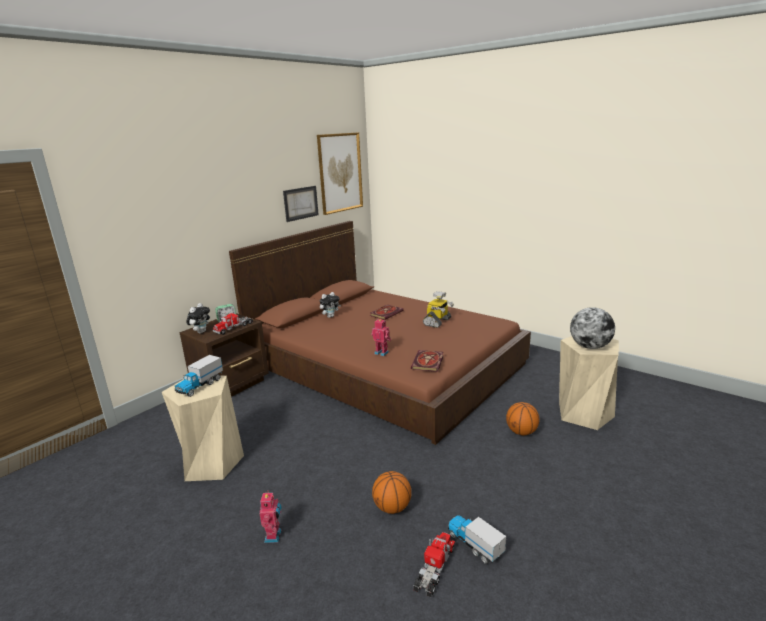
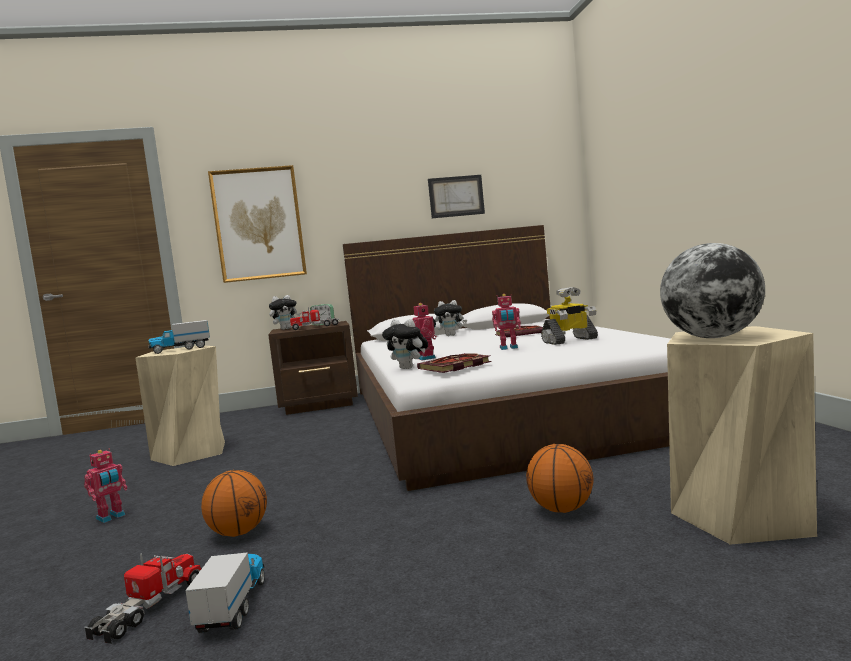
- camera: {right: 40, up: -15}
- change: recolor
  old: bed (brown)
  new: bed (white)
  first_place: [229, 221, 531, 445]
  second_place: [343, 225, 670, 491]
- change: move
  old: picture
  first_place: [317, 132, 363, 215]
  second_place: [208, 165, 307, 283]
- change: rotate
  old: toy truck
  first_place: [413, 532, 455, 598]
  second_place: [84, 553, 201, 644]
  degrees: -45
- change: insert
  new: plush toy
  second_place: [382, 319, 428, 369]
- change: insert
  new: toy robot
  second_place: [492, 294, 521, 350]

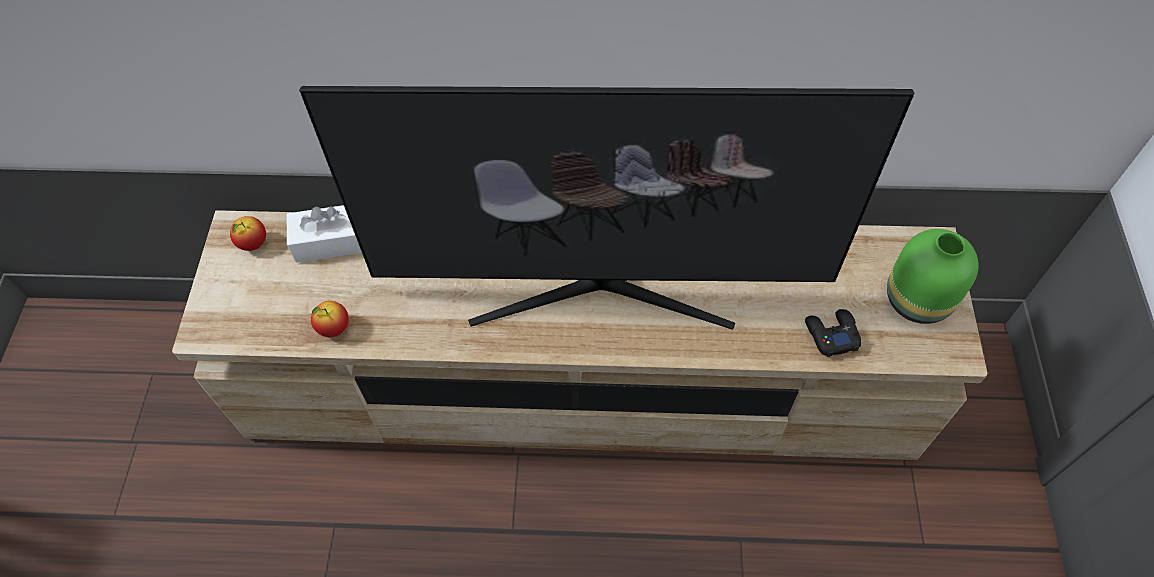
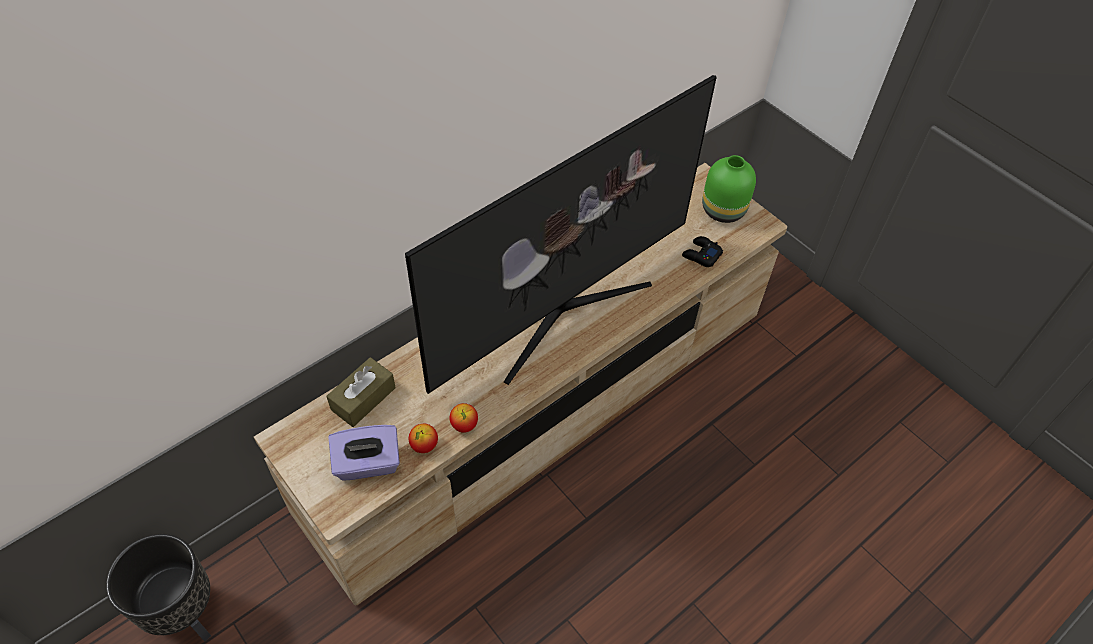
- camera: {right: -45, up: -5}
- change: move
  old: apple
  first_place: [230, 216, 266, 251]
  second_place: [449, 403, 478, 433]
- change: recolor
  old: tissue box (white)
  new: tissue box (brown)
  first_place: [287, 205, 362, 263]
  second_place: [326, 357, 396, 427]
- change: insert
  new: planter (black)
  second_place: [106, 534, 211, 642]
- change: insert
  new: tissue box (purple)
  second_place: [328, 425, 400, 481]

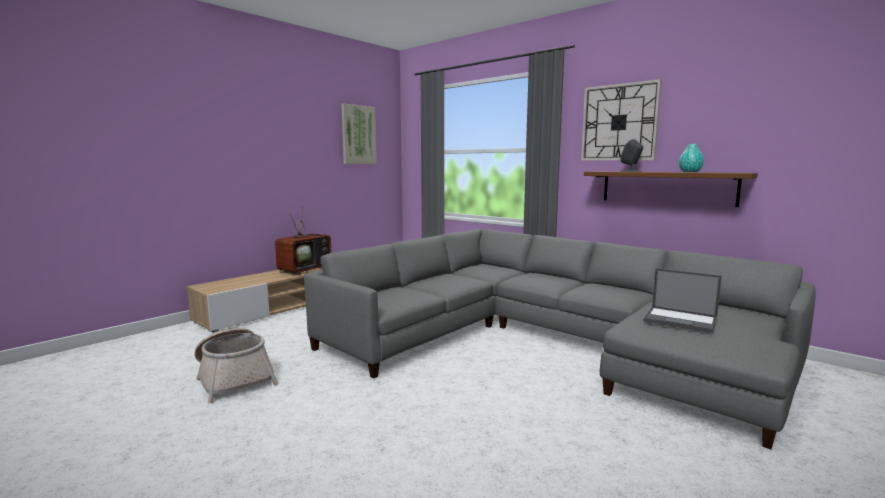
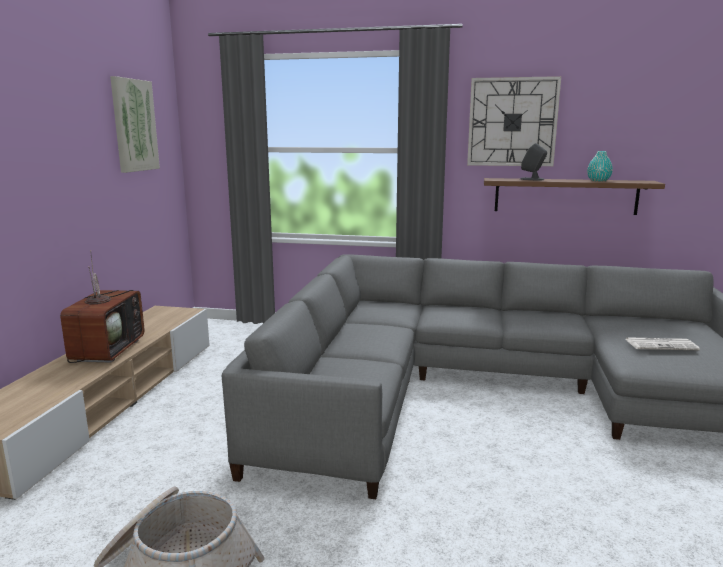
- camera: {right: -30, up: 5}
- change: replace
  old: laptop
  new: newspaper
  first_place: [644, 268, 722, 333]
  second_place: [626, 337, 700, 350]

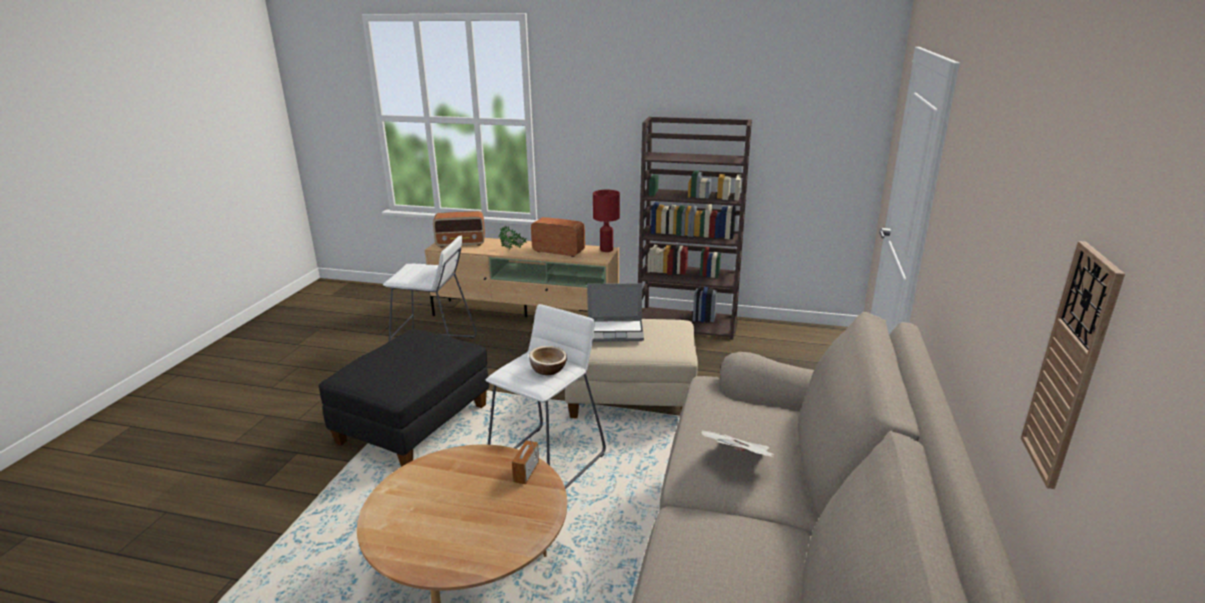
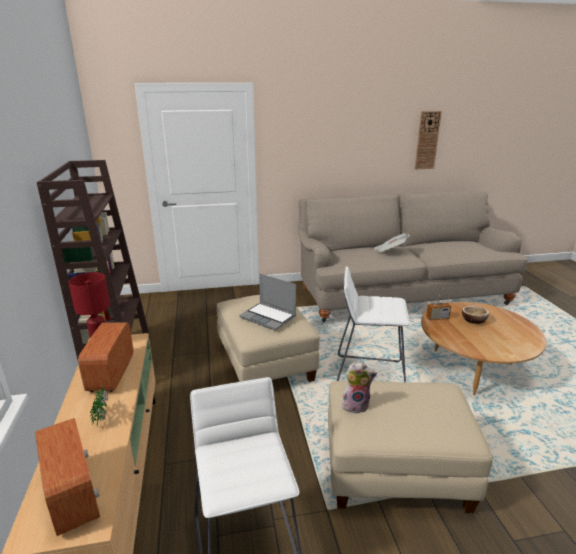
- camera: {right: -115, up: 0}
- change: recolor
  old: ottoman (black)
  new: ottoman (beige)
  first_place: [319, 329, 489, 467]
  second_place: [328, 381, 493, 513]
- change: move
  old: bowl
  first_place: [529, 346, 567, 375]
  second_place: [462, 306, 489, 324]
- change: rotate
  old: laptop
  first_place: [587, 283, 644, 342]
  second_place: [239, 273, 296, 331]
  degrees: 150
- change: insert
  new: plush toy
  second_place: [342, 362, 377, 414]

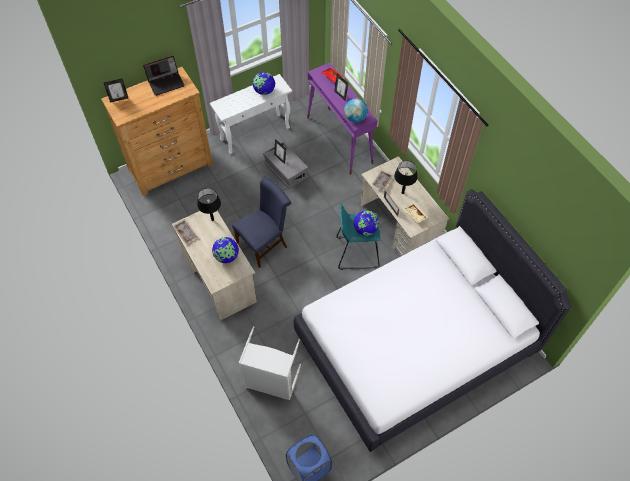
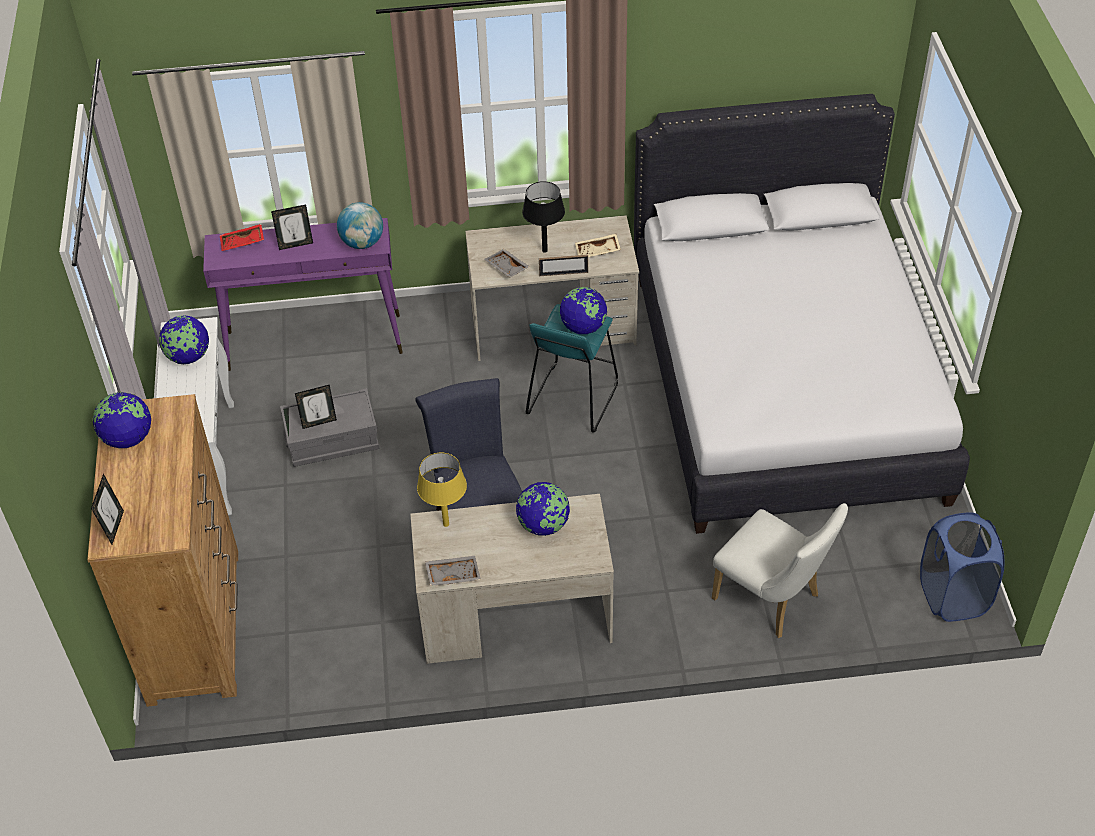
- camera: {right: -65, up: -10}
- change: replace
  old: laptop
  new: globe
  first_place: [143, 56, 185, 96]
  second_place: [93, 392, 151, 449]
- change: recolor
  old: table lamp (black)
  new: table lamp (yellow)
  first_place: [197, 188, 221, 221]
  second_place: [417, 452, 467, 527]
- change: replace
  old: laundry basket (grey)
  new: chair (white)
  first_place: [239, 326, 301, 400]
  second_place: [712, 503, 848, 638]

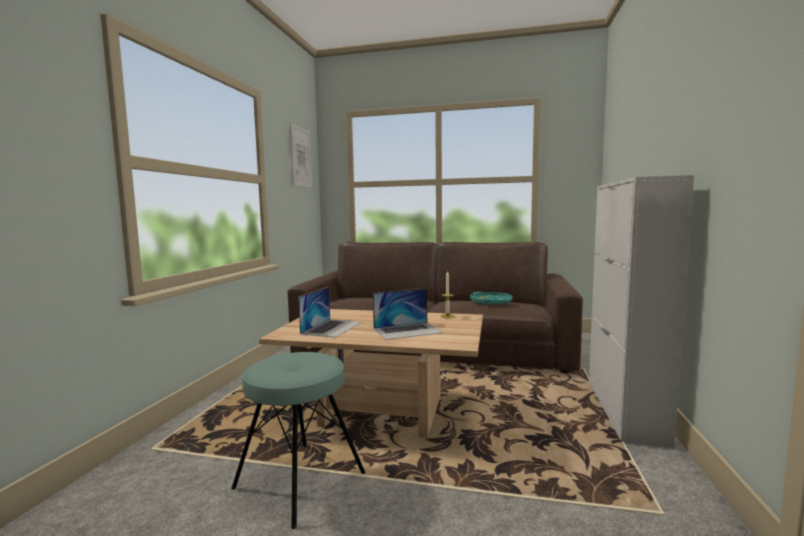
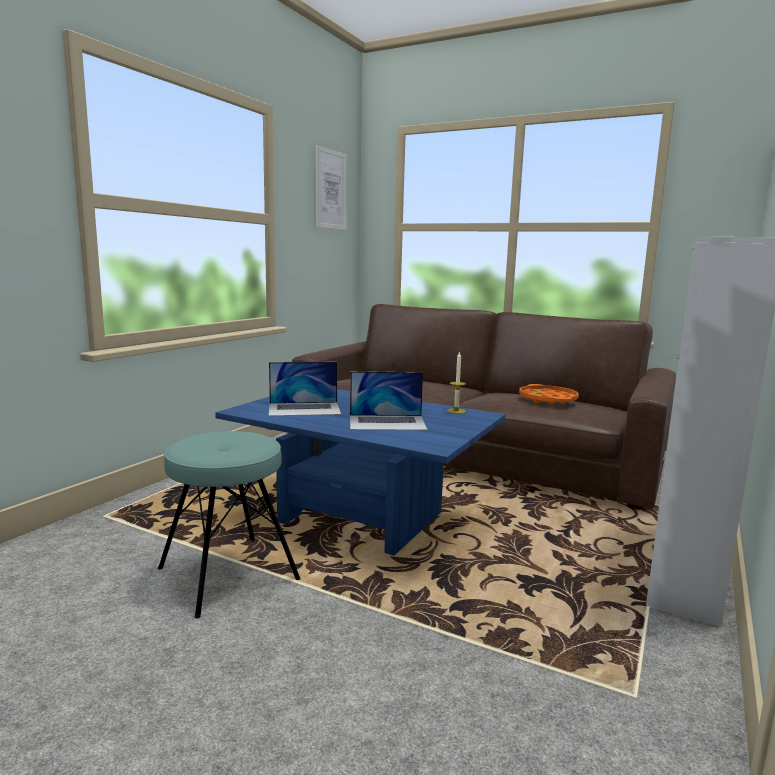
- camera: {right: 15, up: 5}
- change: recolor
  old: coffee table (beige)
  new: coffee table (blue)
  first_place: [259, 309, 483, 438]
  second_place: [215, 389, 506, 556]
- change: rotate
  old: laptop
  first_place: [298, 287, 362, 338]
  second_place: [269, 362, 341, 416]
  degrees: 45
- change: recolor
  old: tray (turquoise)
  new: tray (orange)
  first_place: [470, 292, 513, 305]
  second_place: [519, 384, 579, 404]

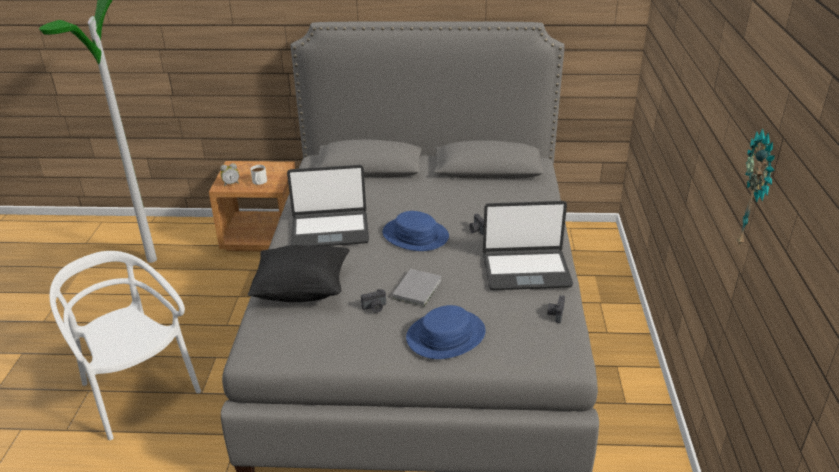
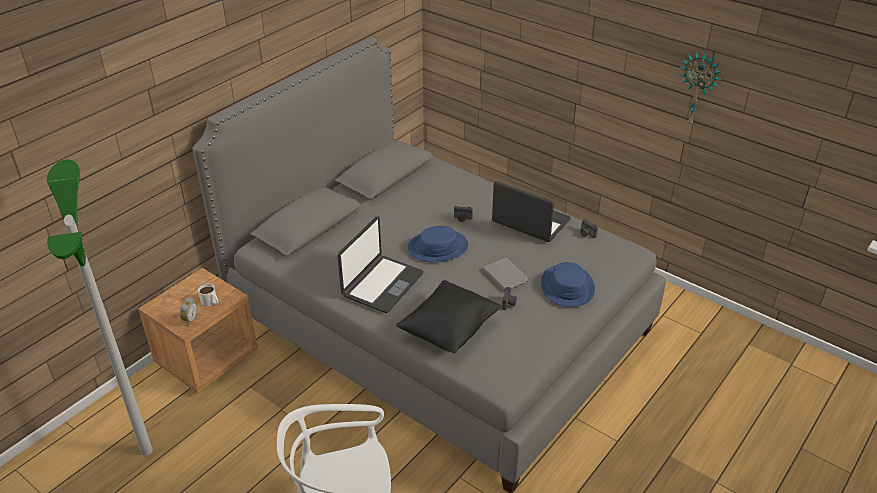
- camera: {right: -55, up: 5}
- change: rotate
  old: laptop
  first_place: [483, 201, 573, 290]
  second_place: [492, 181, 571, 242]
  degrees: -90

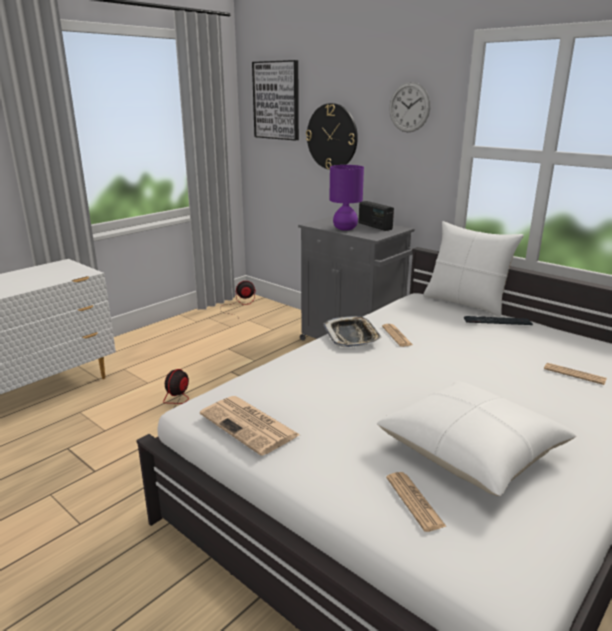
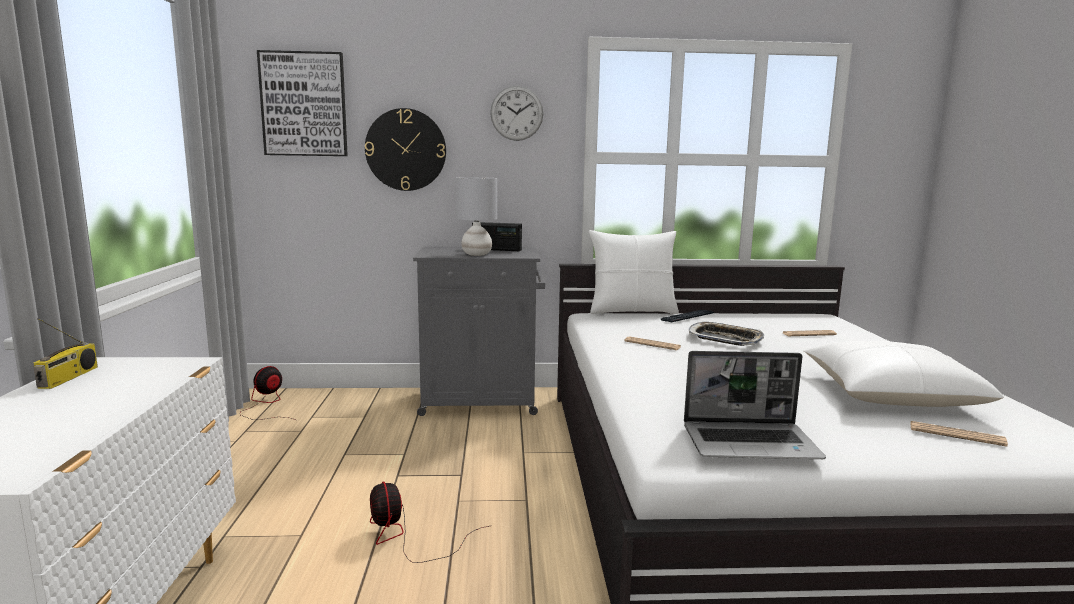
- camera: {right: -45, up: -10}
- change: replace
  old: newspaper
  new: laptop
  first_place: [200, 396, 300, 456]
  second_place: [684, 351, 826, 459]
- change: move
  old: tray
  first_place: [323, 316, 382, 347]
  second_place: [689, 322, 764, 346]
- change: recolor
  old: table lamp (purple)
  new: table lamp (grey)
  first_place: [329, 165, 364, 231]
  second_place: [456, 177, 497, 256]
- change: insert
  new: radio
  second_place: [34, 318, 98, 389]

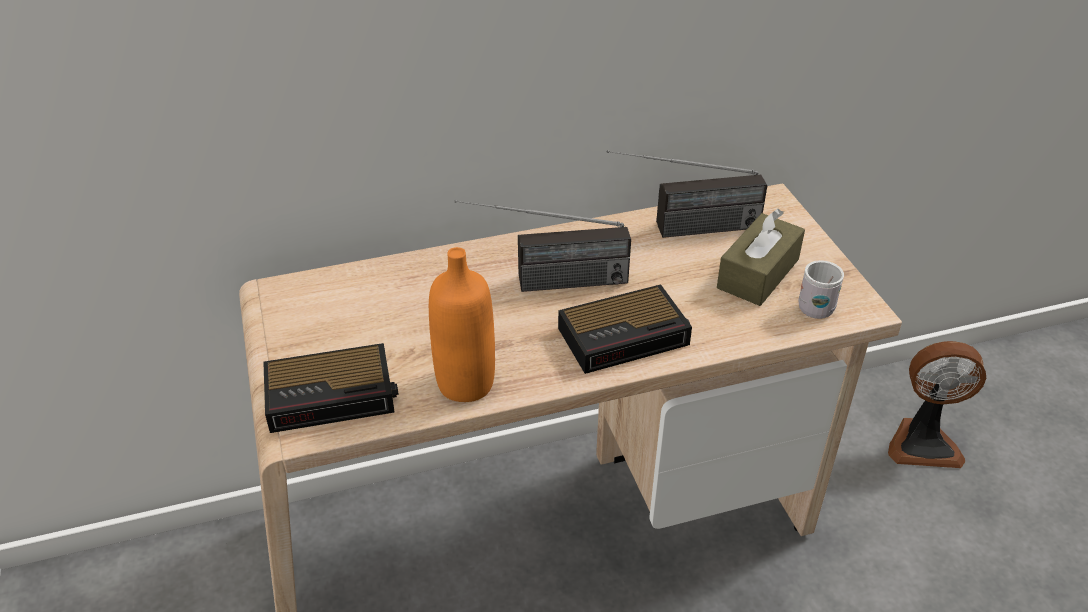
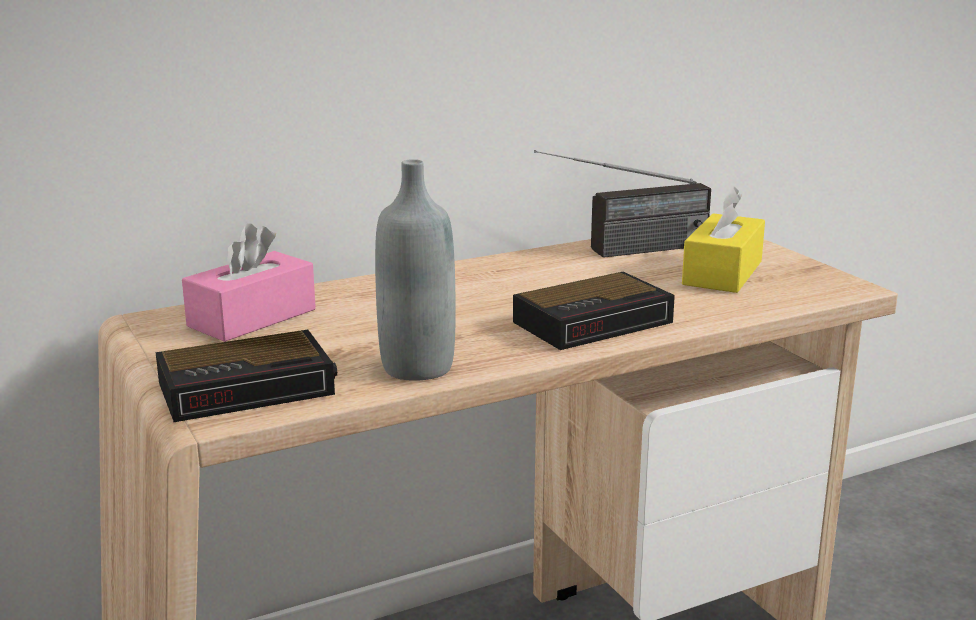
- camera: {right: -10, up: -20}
- change: recolor
  old: bottle (orange)
  new: bottle (grey)
  first_place: [429, 247, 495, 402]
  second_place: [375, 159, 456, 381]
- change: delete
  old: radio
  first_place: [455, 200, 631, 292]
- change: recolor
  old: tissue box (brown)
  new: tissue box (yellow)
  first_place: [717, 209, 805, 306]
  second_place: [682, 187, 765, 293]
- change: delete
  old: mug (white)
  first_place: [798, 260, 844, 319]
- change: delete
  old: fan
  first_place: [888, 341, 986, 468]
- change: insert
  new: tissue box (pink)
  second_place: [182, 223, 316, 342]

